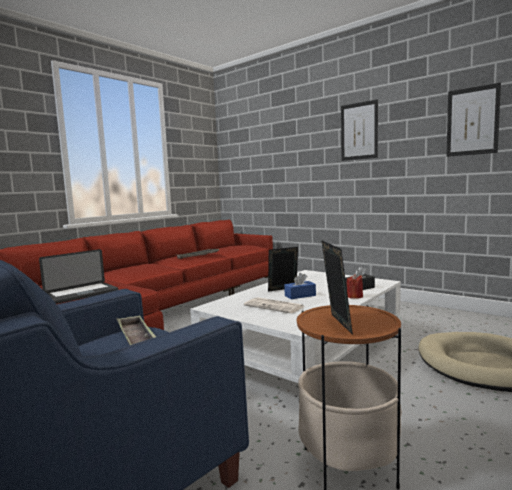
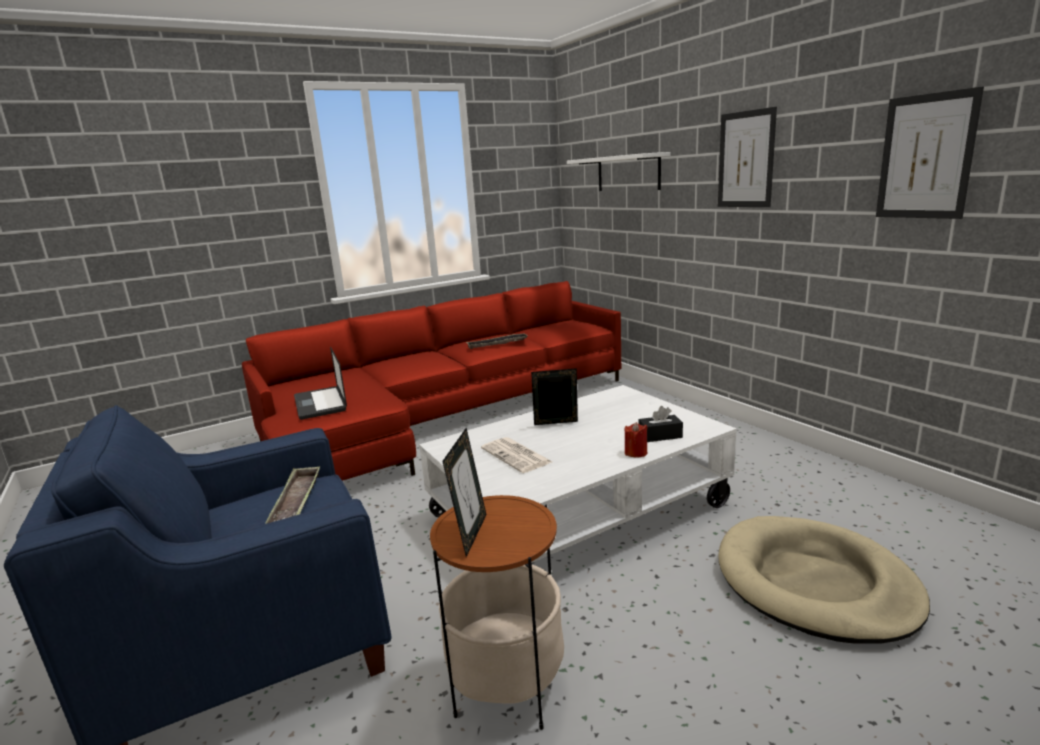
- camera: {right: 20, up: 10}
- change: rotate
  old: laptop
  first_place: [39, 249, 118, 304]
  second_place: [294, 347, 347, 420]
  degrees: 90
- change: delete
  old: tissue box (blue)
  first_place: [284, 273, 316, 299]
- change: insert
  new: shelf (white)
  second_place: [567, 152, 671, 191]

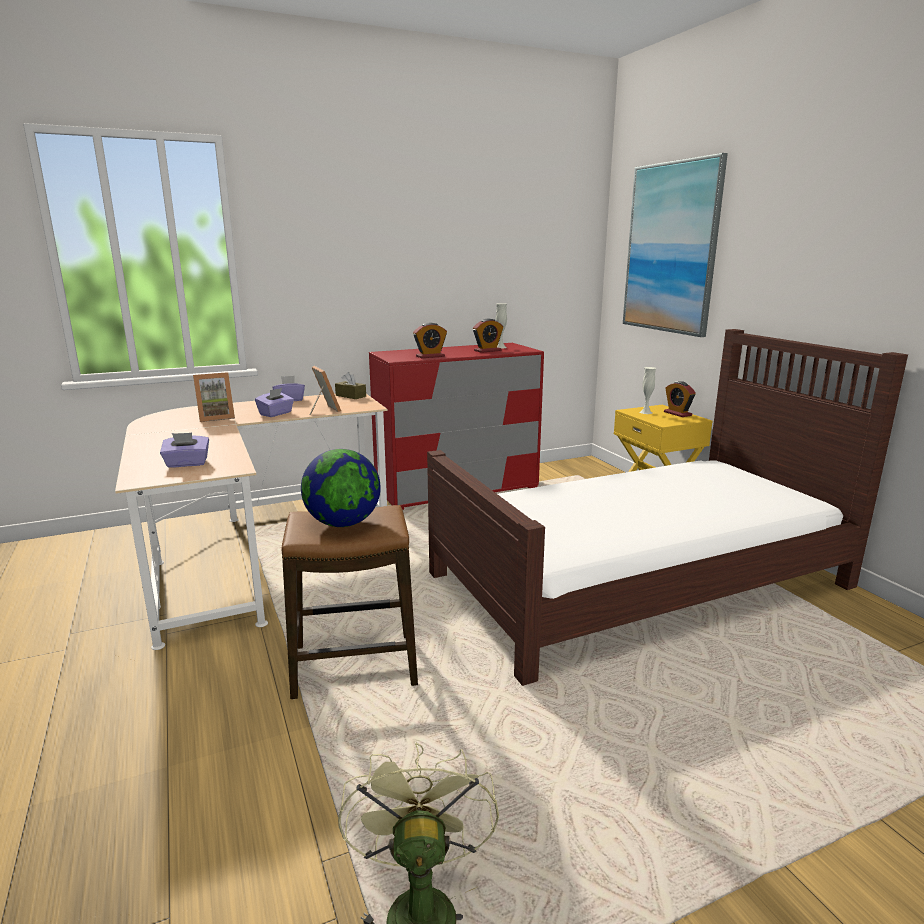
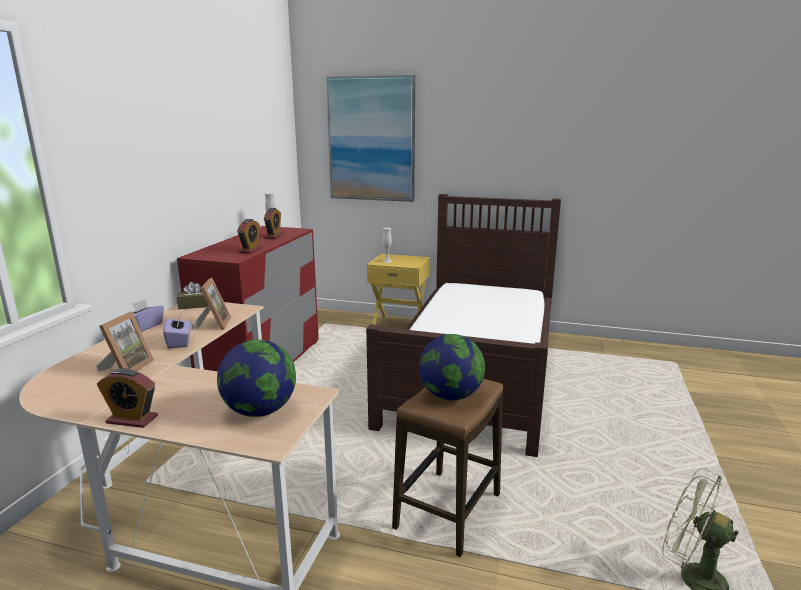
- camera: {right: -50, up: 0}
- change: replace
  old: tissue box (purple)
  new: globe
  first_place: [160, 433, 209, 468]
  second_place: [217, 340, 296, 417]
- change: rotate
  old: picture frame
  first_place: [310, 366, 341, 415]
  second_place: [192, 278, 231, 330]
  degrees: 75
- change: move
  old: alarm clock
  first_place: [664, 381, 696, 417]
  second_place: [97, 368, 158, 428]

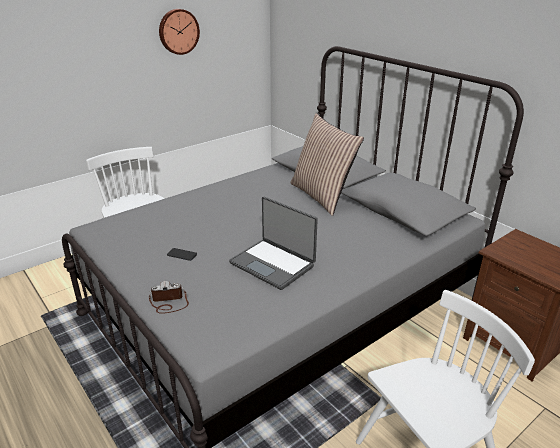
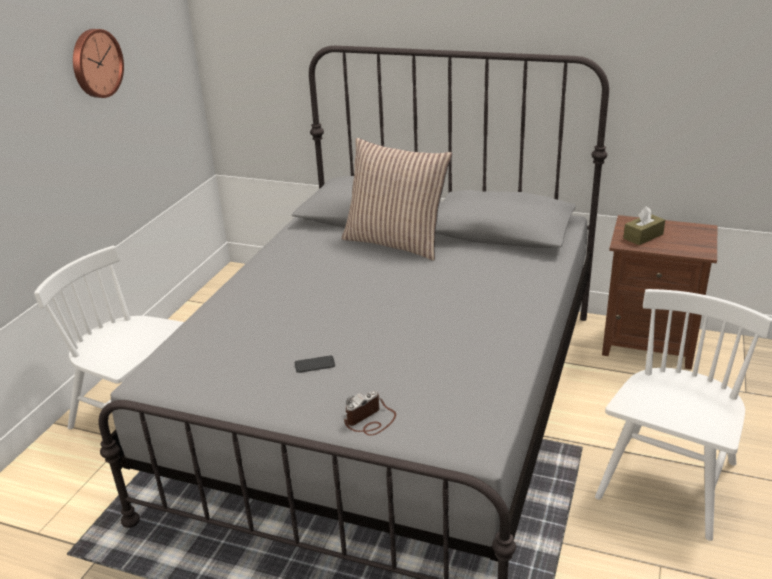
- camera: {right: -30, up: 0}
- change: delete
  old: laptop
  first_place: [229, 196, 318, 290]
- change: insert
  new: tissue box (brown)
  second_place: [623, 206, 665, 245]

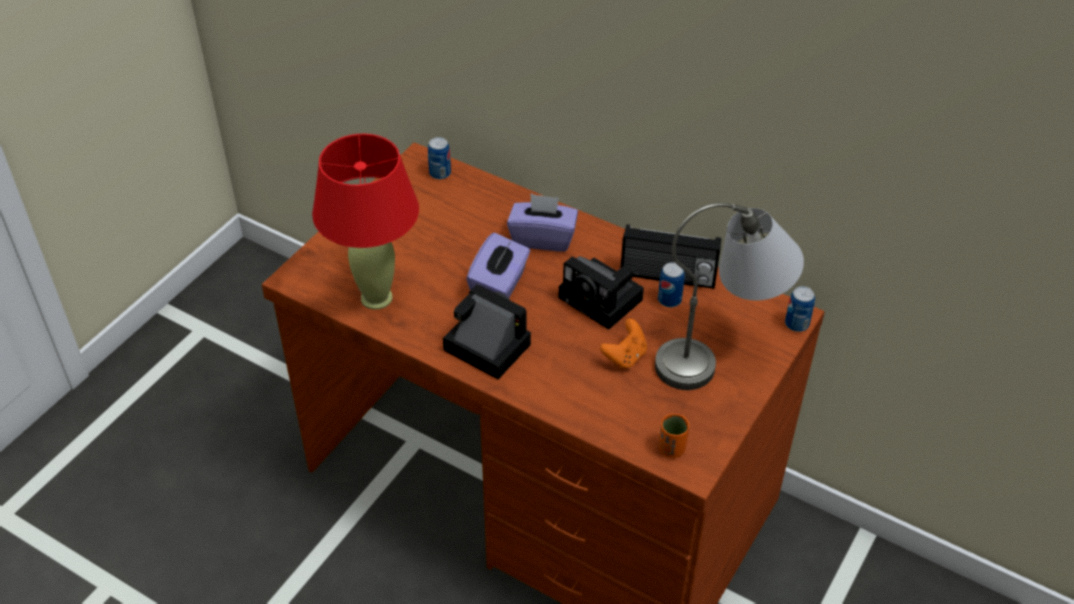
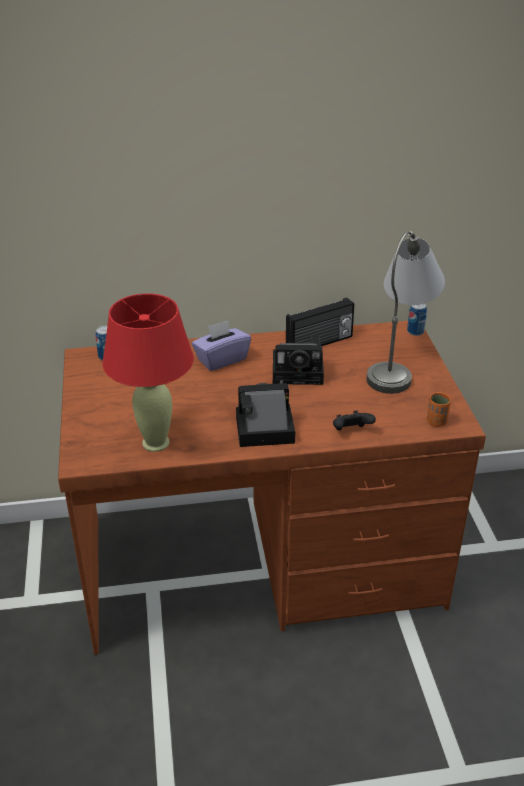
- camera: {right: -40, up: -10}
- change: delete
  old: tissue box (purple)
  first_place: [466, 232, 530, 298]
- change: delete
  old: game controller (orange)
  first_place: [600, 319, 647, 369]
- change: delete
  old: can
  first_place: [658, 262, 685, 307]
- change: insert
  new: game controller (black)
  second_place: [333, 410, 376, 430]

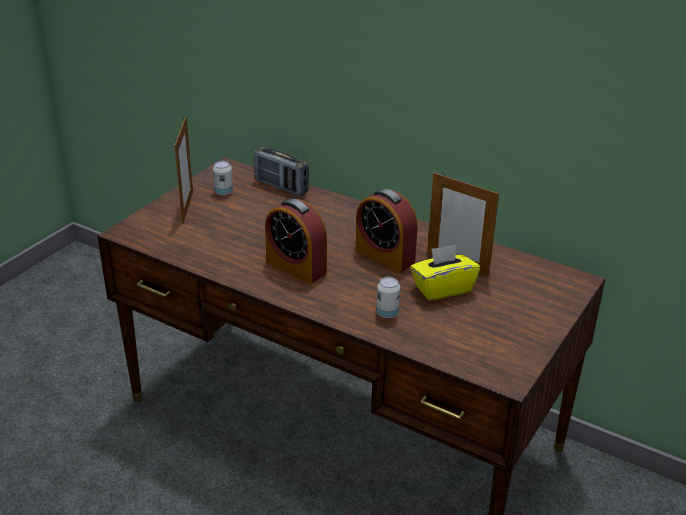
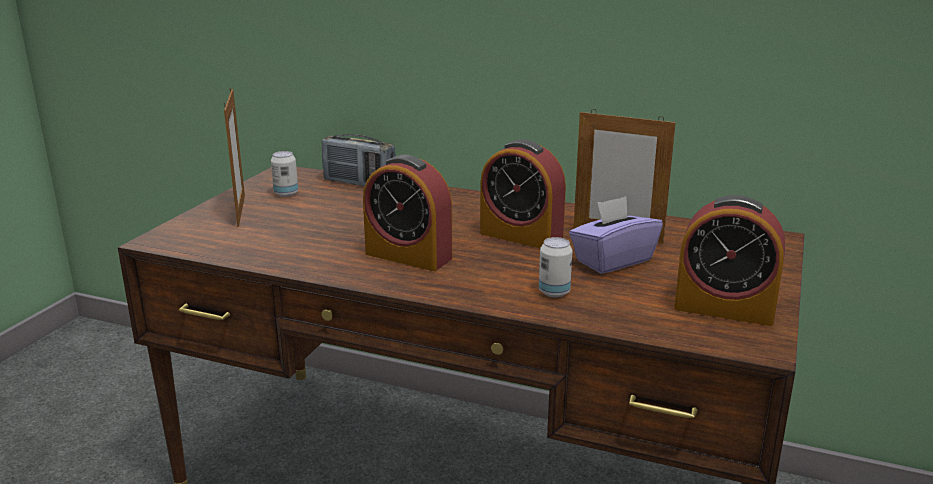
- camera: {right: -10, up: -10}
- change: recolor
  old: tissue box (yellow)
  new: tissue box (purple)
  first_place: [411, 244, 480, 301]
  second_place: [569, 196, 663, 274]
- change: insert
  new: alarm clock
  second_place: [674, 195, 785, 326]

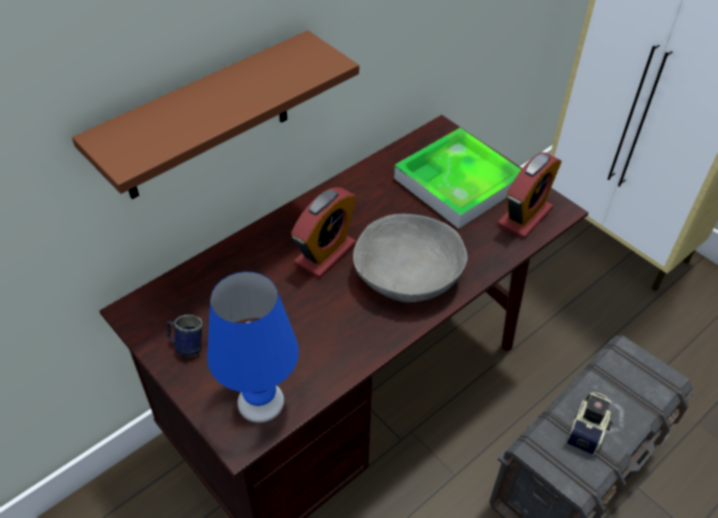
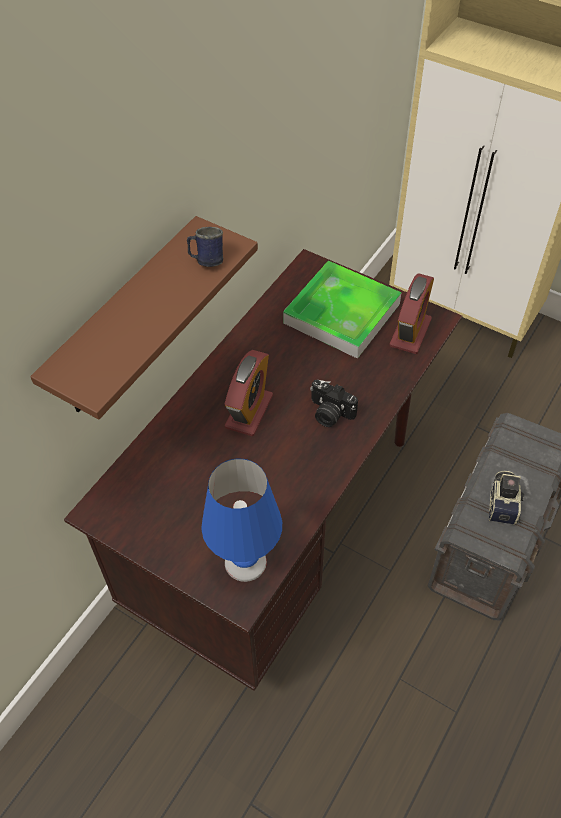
- camera: {right: -15, up: 5}
- change: move
  old: mug (blue)
  first_place: [167, 315, 203, 357]
  second_place: [187, 227, 223, 267]
- change: replace
  old: bowl (grey)
  new: photo camera
  first_place: [353, 214, 468, 302]
  second_place: [310, 380, 358, 427]

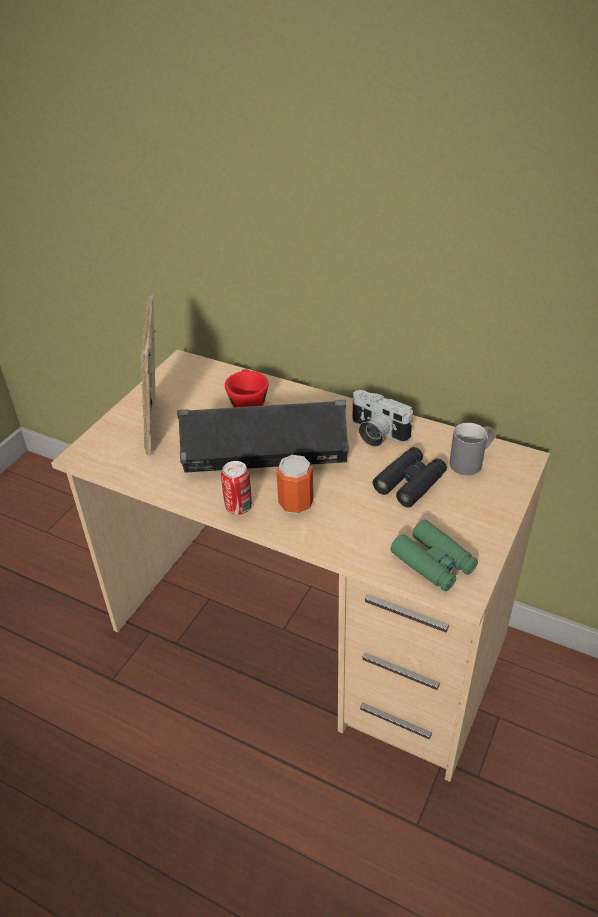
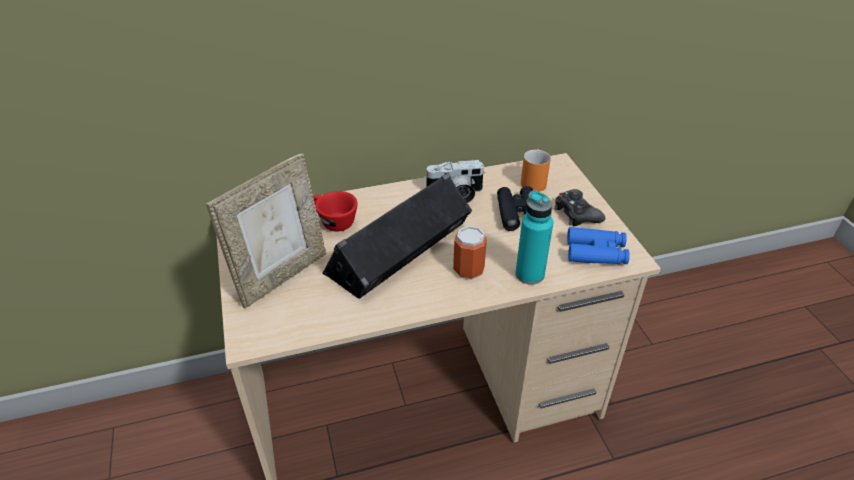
- camera: {right: -45, up: 0}
- change: rotate
  old: picture frame
  first_place: [141, 295, 156, 456]
  second_place: [206, 153, 326, 309]
  degrees: -90
- change: delete
  old: can
  first_place: [221, 461, 252, 515]
- change: recolor
  old: binoculars (green)
  new: binoculars (blue)
  first_place: [390, 520, 478, 591]
  second_place: [567, 227, 630, 264]
- change: recolor
  old: mug (grey)
  new: mug (orange)
  first_place: [449, 423, 495, 475]
  second_place: [521, 149, 551, 192]
- change: insert
  new: bottle (turquoise)
  second_place: [515, 190, 553, 285]
- change: insert
  new: game controller (black)
  second_place: [554, 189, 605, 226]

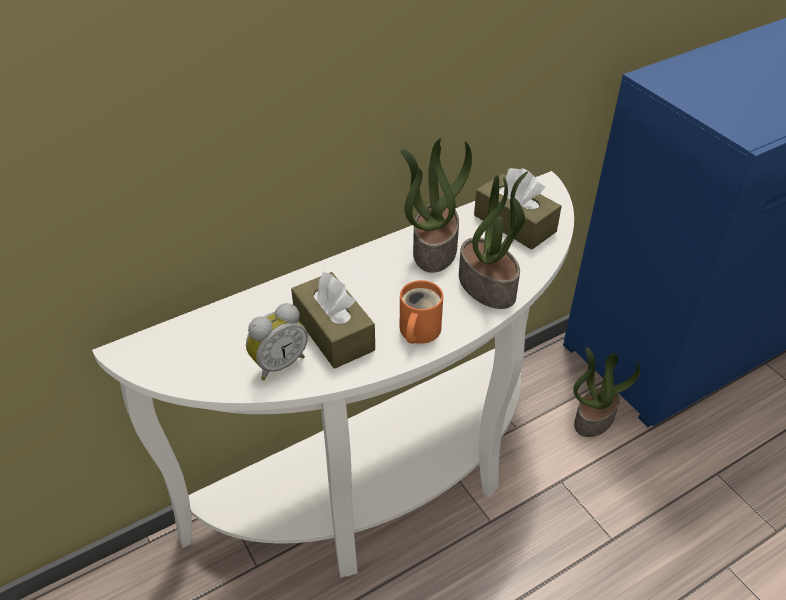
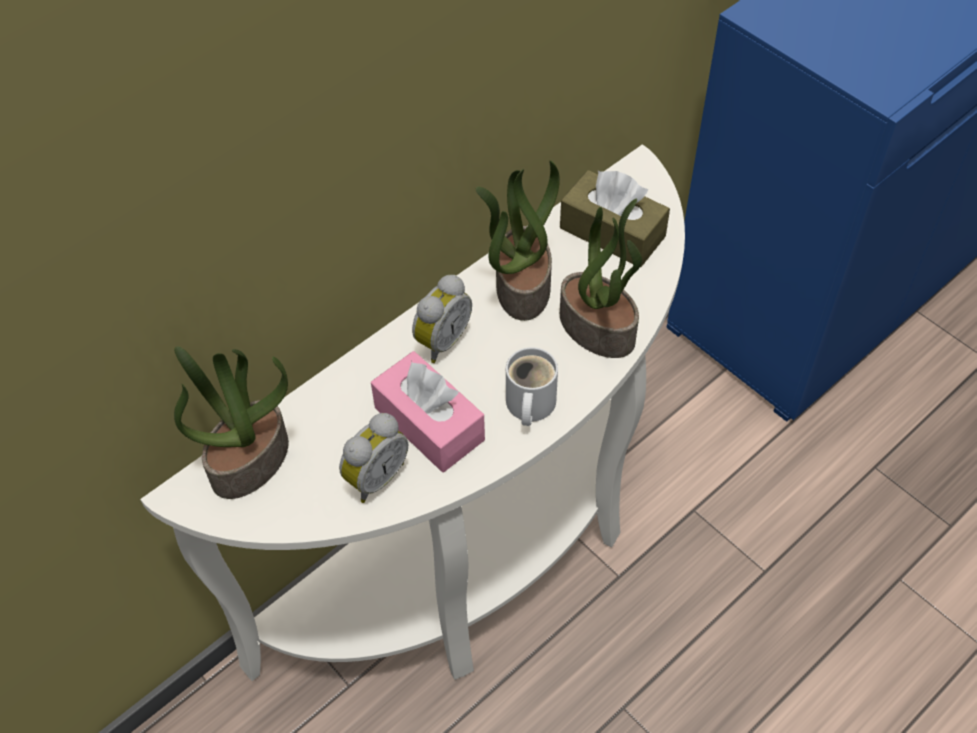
- camera: {right: -10, up: 10}
- change: recolor
  old: tissue box (brown)
  new: tissue box (pink)
  first_place: [291, 272, 375, 369]
  second_place: [371, 351, 485, 472]
- change: recolor
  old: mug (orange)
  new: mug (white)
  first_place: [400, 280, 443, 344]
  second_place: [506, 347, 558, 426]
- change: move
  old: potted plant
  first_place: [573, 348, 640, 437]
  second_place: [174, 346, 289, 499]
- change: insert
  new: alarm clock
  second_place: [412, 275, 472, 363]

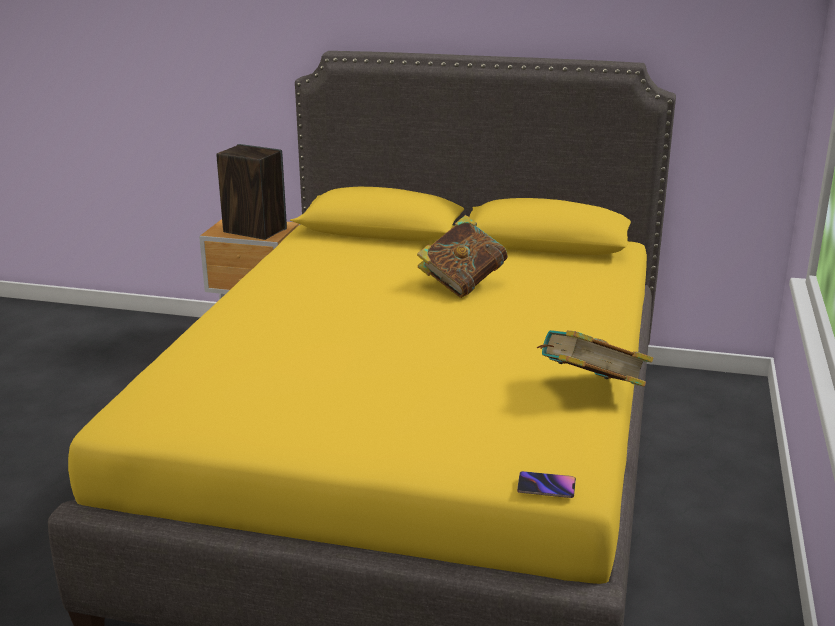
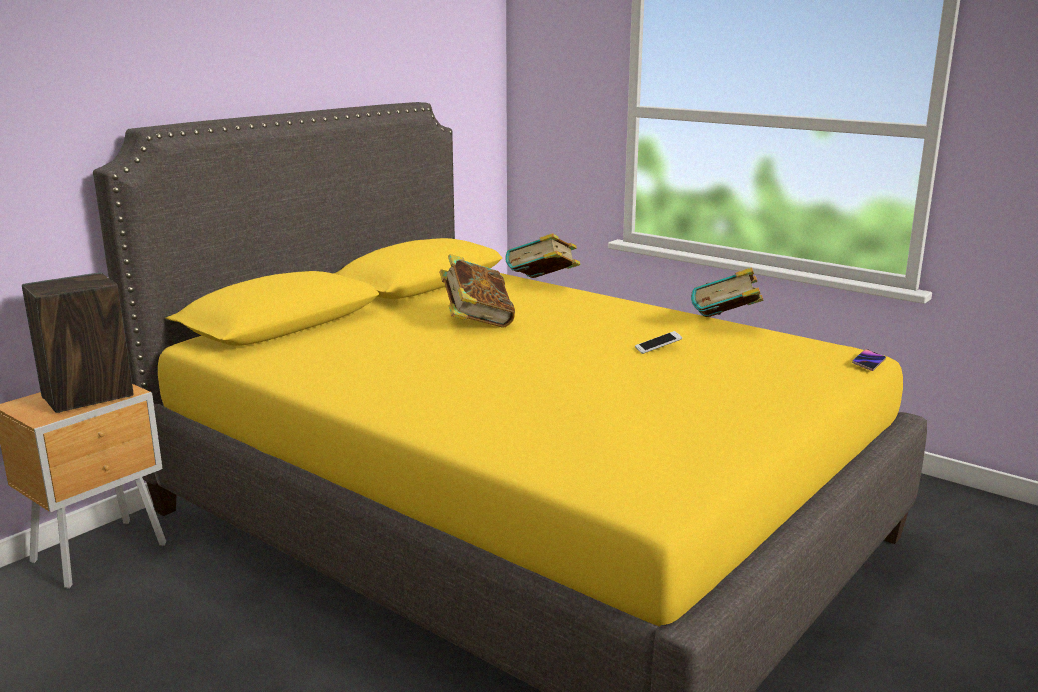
- camera: {right: -65, up: -5}
- change: insert
  new: book
  second_place: [506, 233, 580, 278]
- change: insert
  new: phone
  second_place: [635, 331, 682, 354]

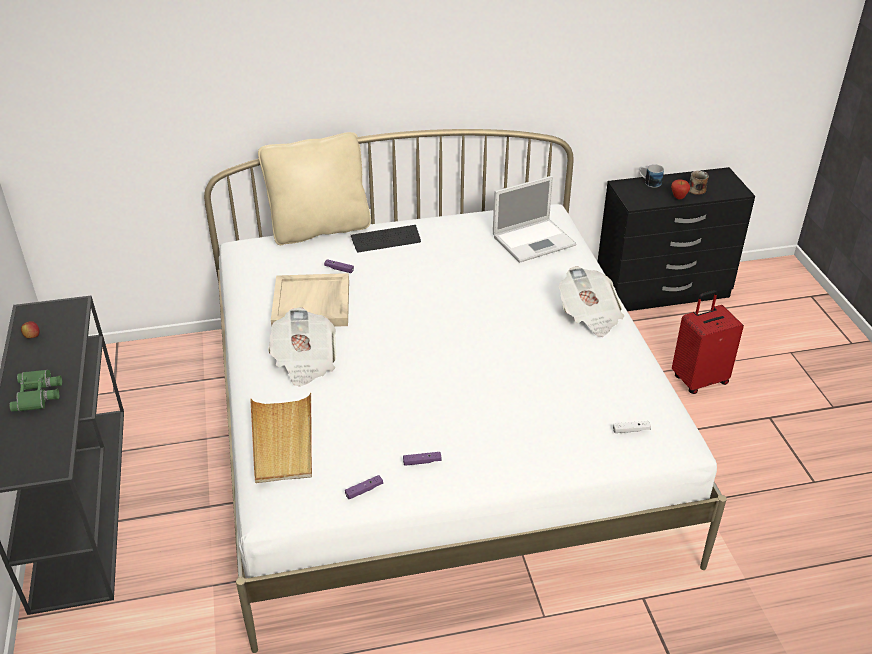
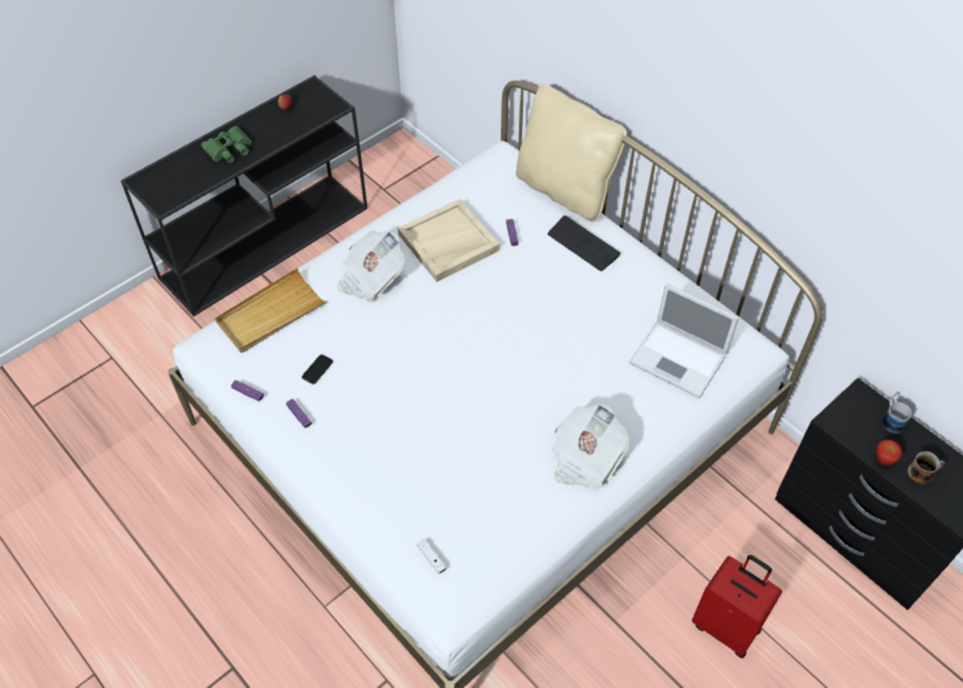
- camera: {right: 60, up: 15}
- change: insert
  new: phone
  second_place: [302, 355, 333, 384]

